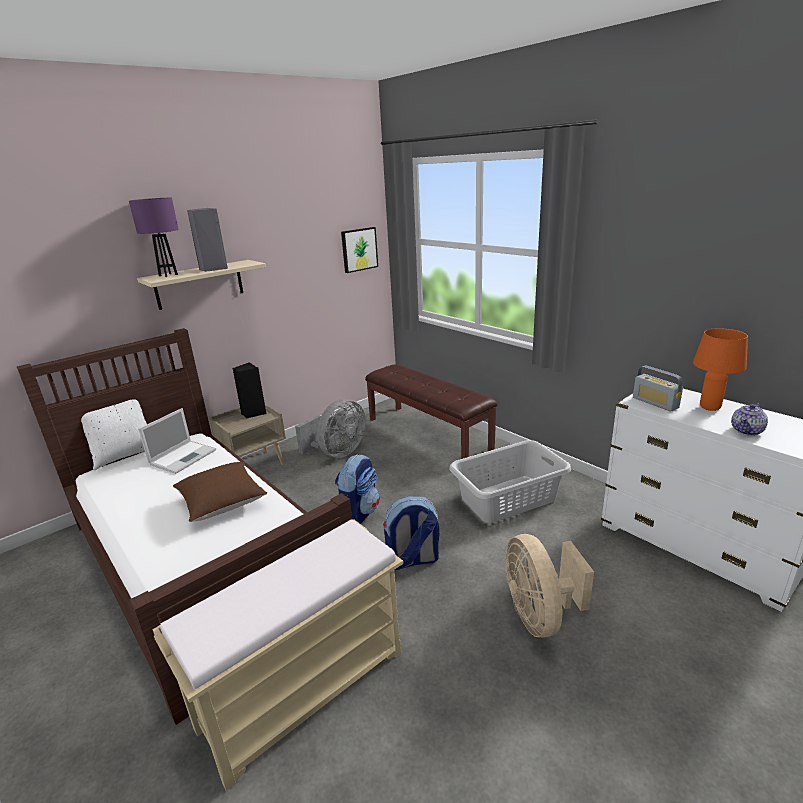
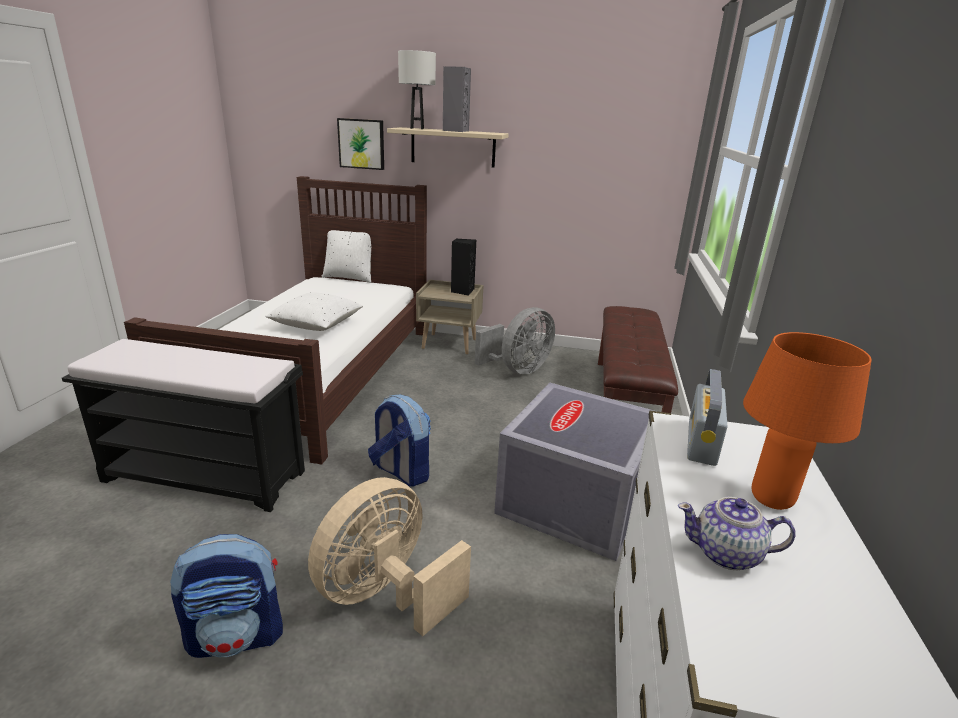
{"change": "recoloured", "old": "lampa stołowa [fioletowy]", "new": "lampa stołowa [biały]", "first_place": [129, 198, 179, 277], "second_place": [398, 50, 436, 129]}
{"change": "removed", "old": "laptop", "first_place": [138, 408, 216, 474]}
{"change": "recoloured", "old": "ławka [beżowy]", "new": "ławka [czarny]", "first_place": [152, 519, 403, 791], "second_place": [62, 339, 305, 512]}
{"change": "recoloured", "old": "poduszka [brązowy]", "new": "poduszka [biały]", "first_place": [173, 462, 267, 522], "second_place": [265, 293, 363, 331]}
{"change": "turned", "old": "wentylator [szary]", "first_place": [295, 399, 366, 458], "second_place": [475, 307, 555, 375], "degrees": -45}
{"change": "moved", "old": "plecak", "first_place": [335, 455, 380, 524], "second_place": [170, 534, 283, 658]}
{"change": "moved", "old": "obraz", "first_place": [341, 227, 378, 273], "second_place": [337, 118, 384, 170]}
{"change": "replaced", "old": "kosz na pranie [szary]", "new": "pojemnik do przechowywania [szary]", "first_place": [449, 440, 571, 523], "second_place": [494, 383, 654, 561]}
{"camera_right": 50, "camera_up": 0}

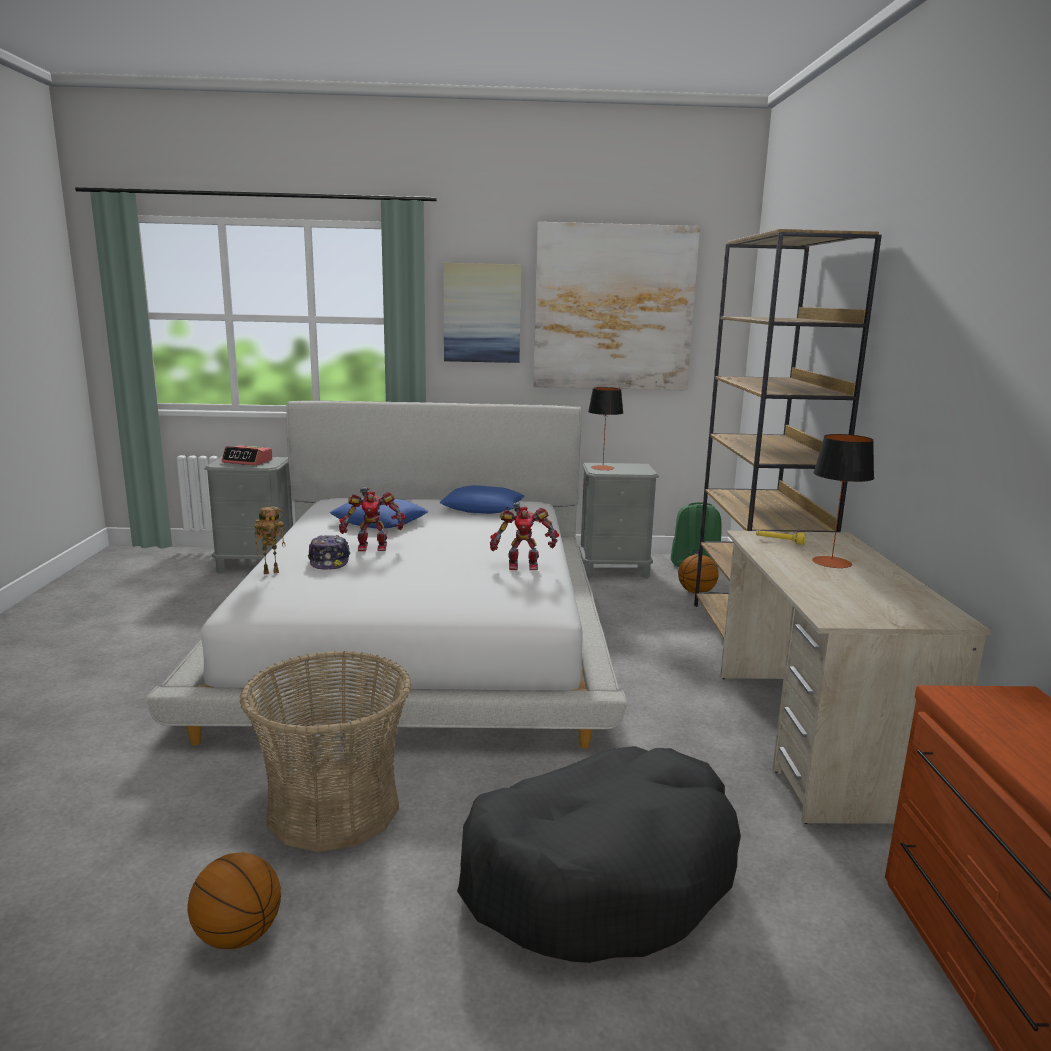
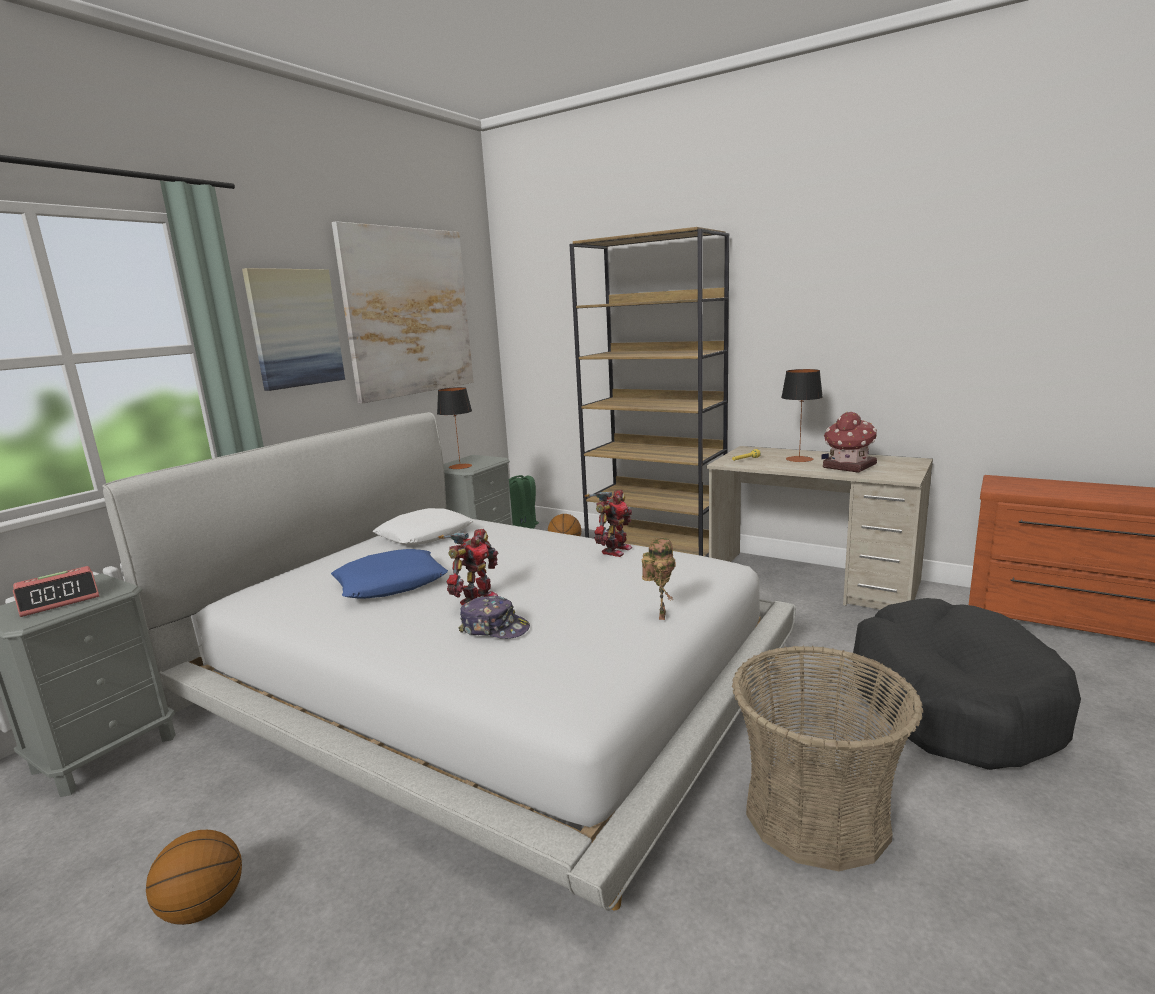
{"change": "moved", "old": "piłka do koszykówki", "first_place": [188, 852, 281, 949], "second_place": [146, 830, 242, 925]}
{"change": "moved", "old": "robot zabawkowy", "first_place": [254, 506, 285, 574], "second_place": [642, 538, 676, 620]}
{"change": "recoloured", "old": "poduszka [niebieski]", "new": "poduszka [biały]", "first_place": [440, 485, 525, 514], "second_place": [372, 508, 474, 545]}
{"change": "added", "new": "domek", "second_place": [821, 412, 877, 473]}
{"camera_right": -55, "camera_up": 0}

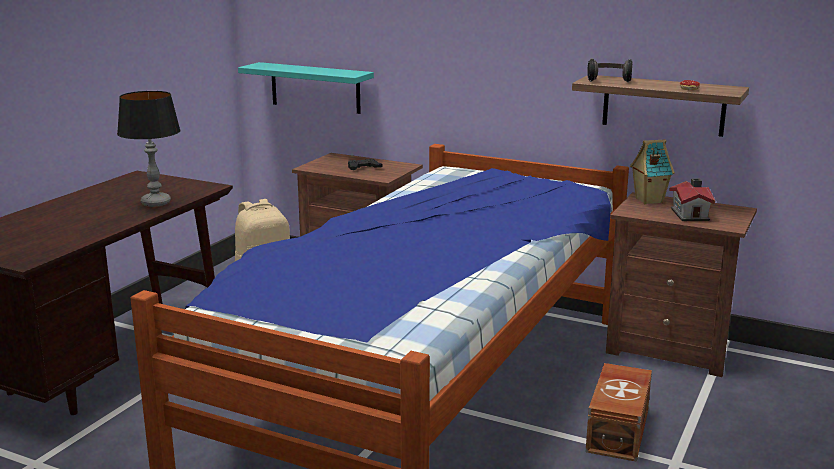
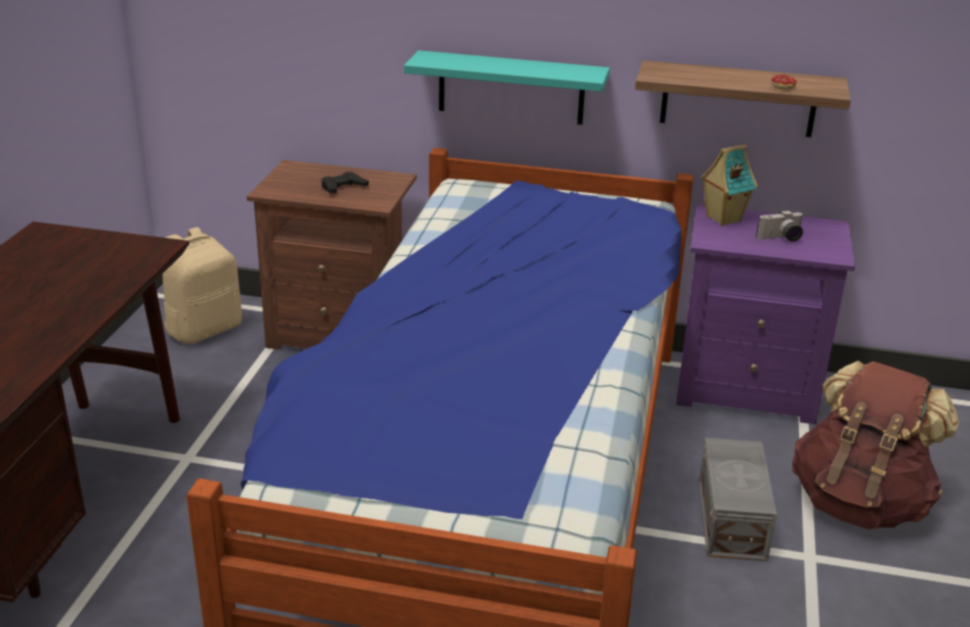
{"change": "removed", "old": "lampa stołowa", "first_place": [117, 91, 181, 207]}
{"change": "moved", "old": "półka [turkusowy]", "first_place": [238, 62, 374, 114], "second_place": [404, 50, 610, 125]}
{"change": "recoloured", "old": "pojemnik do przechowywania [brązowy]", "new": "pojemnik do przechowywania [szary]", "first_place": [586, 363, 652, 462], "second_place": [699, 438, 777, 562]}
{"change": "removed", "old": "słuchawki", "first_place": [587, 58, 632, 83]}
{"change": "recoloured", "old": "szafka nocna [brązowy]", "new": "szafka nocna [fioletowy]", "first_place": [606, 192, 757, 377], "second_place": [676, 205, 855, 424]}
{"change": "replaced", "old": "domek", "new": "aparat fotograficzny", "first_place": [669, 179, 715, 221], "second_place": [756, 210, 804, 242]}
{"change": "added", "new": "plecak [brązowy]", "second_place": [792, 361, 959, 530]}
{"camera_right": -15, "camera_up": 10}

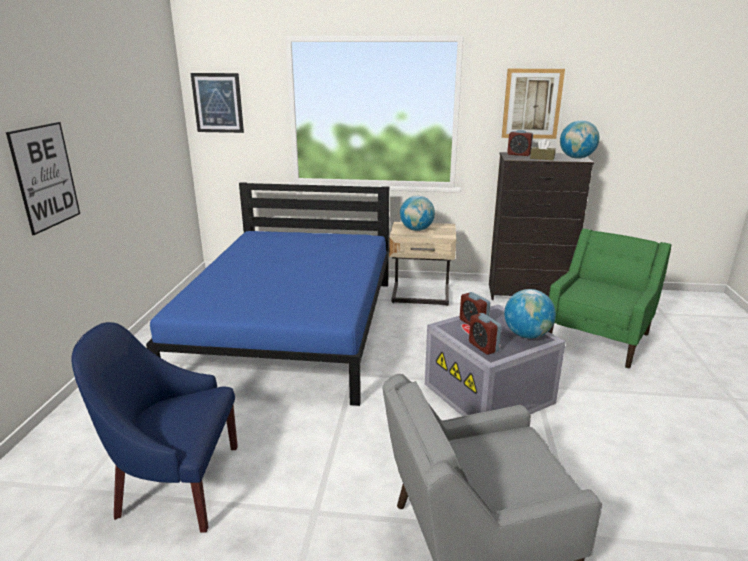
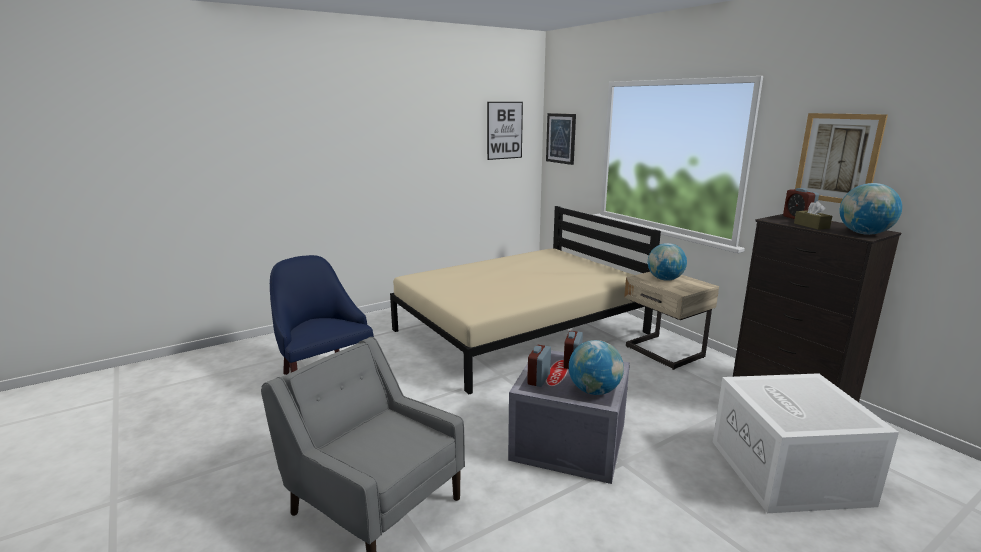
{"change": "moved", "old": "obraz", "first_place": [6, 122, 80, 235], "second_place": [487, 102, 523, 160]}
{"change": "recoloured", "old": "łóżko [niebieski]", "new": "łóżko [beżowy]", "first_place": [146, 182, 389, 406], "second_place": [390, 206, 661, 394]}
{"change": "replaced", "old": "fotel [zielony]", "new": "pojemnik do przechowywania [biały]", "first_place": [548, 228, 671, 368], "second_place": [713, 373, 899, 513]}
{"camera_right": 50, "camera_up": -5}

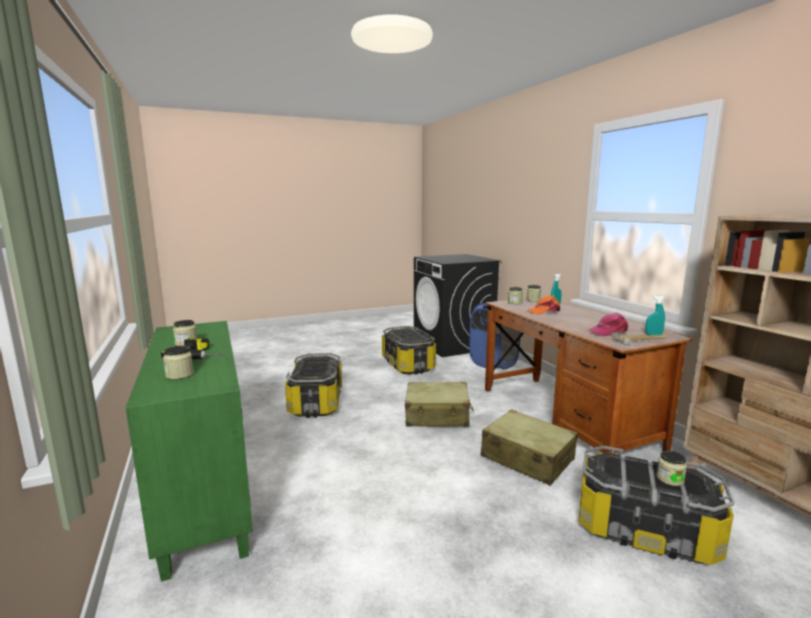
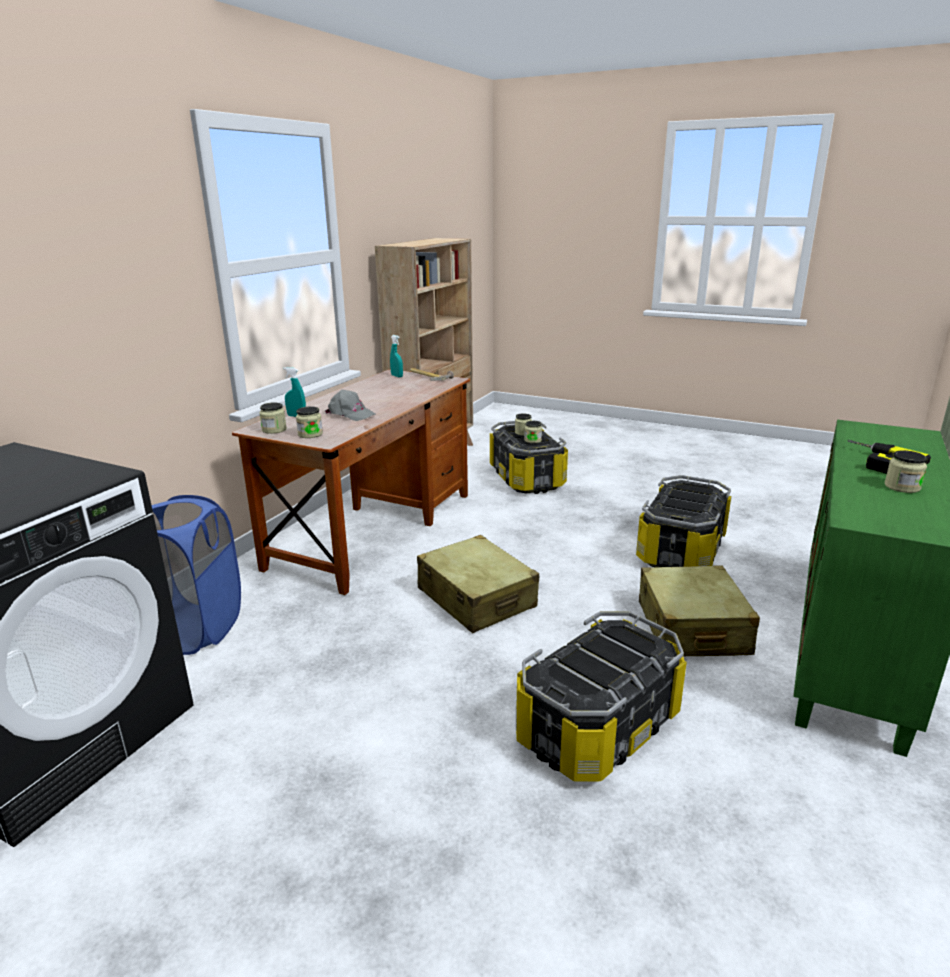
{"change": "moved", "old": "słoik", "first_place": [163, 346, 194, 379], "second_place": [524, 421, 542, 443]}
{"change": "moved", "old": "pojemnik do przechowywania", "first_place": [382, 326, 436, 375], "second_place": [636, 475, 731, 567]}
{"change": "moved", "old": "walizka [beżowy]", "first_place": [481, 409, 578, 486], "second_place": [639, 565, 760, 656]}
{"change": "recoloured", "old": "czapka z daszkiem [pomarańczowy]", "new": "czapka z daszkiem [szary]", "first_place": [527, 295, 560, 315], "second_place": [325, 390, 375, 421]}
{"change": "removed", "old": "czapka z daszkiem [różowy]", "first_place": [587, 313, 628, 336]}
{"camera_right": -130, "camera_up": 10}

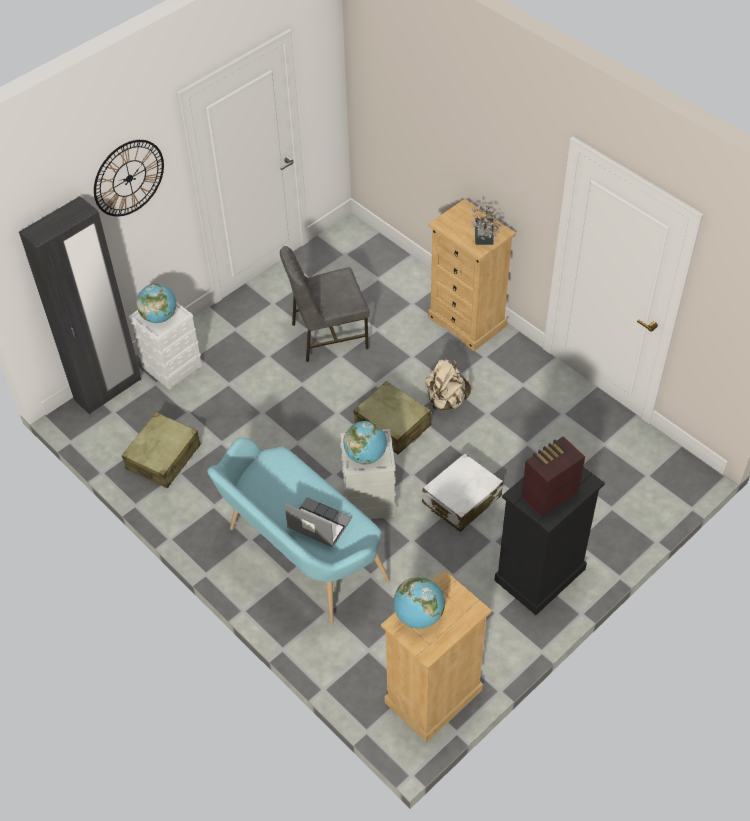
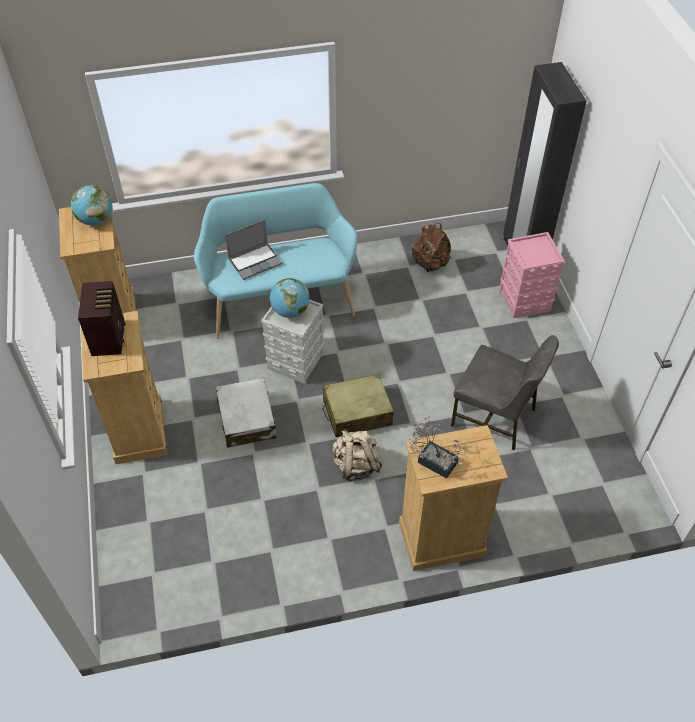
{"change": "removed", "old": "zegar ścienny", "first_place": [94, 140, 164, 217]}
{"change": "replaced", "old": "walizka [beżowy]", "new": "plecak [brązowy]", "first_place": [122, 412, 201, 488], "second_place": [412, 223, 451, 273]}
{"change": "recoloured", "old": "pojemnik do przechowywania [biały]", "new": "pojemnik do przechowywania [różowy]", "first_place": [128, 302, 202, 390], "second_place": [499, 232, 565, 319]}
{"change": "removed", "old": "globus", "first_place": [136, 283, 176, 323]}
{"change": "turned", "old": "krzesło [szary]", "first_place": [280, 246, 370, 362], "second_place": [451, 335, 559, 451], "degrees": 105}
{"change": "recoloured", "old": "komoda [czarny]", "new": "komoda [beżowy]", "first_place": [494, 467, 605, 615], "second_place": [81, 311, 168, 464]}
{"camera_right": 120, "camera_up": 0}

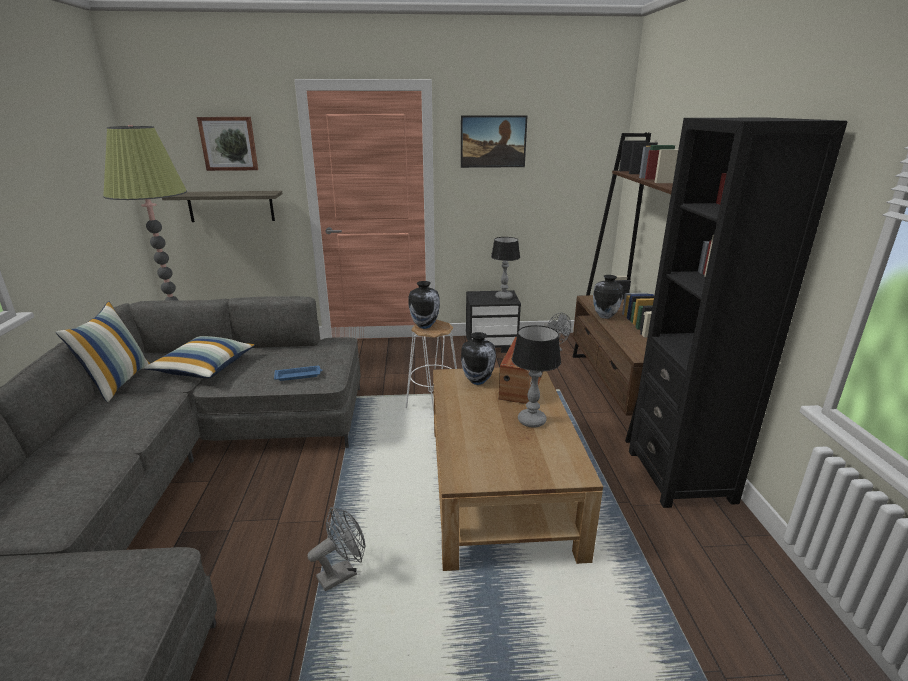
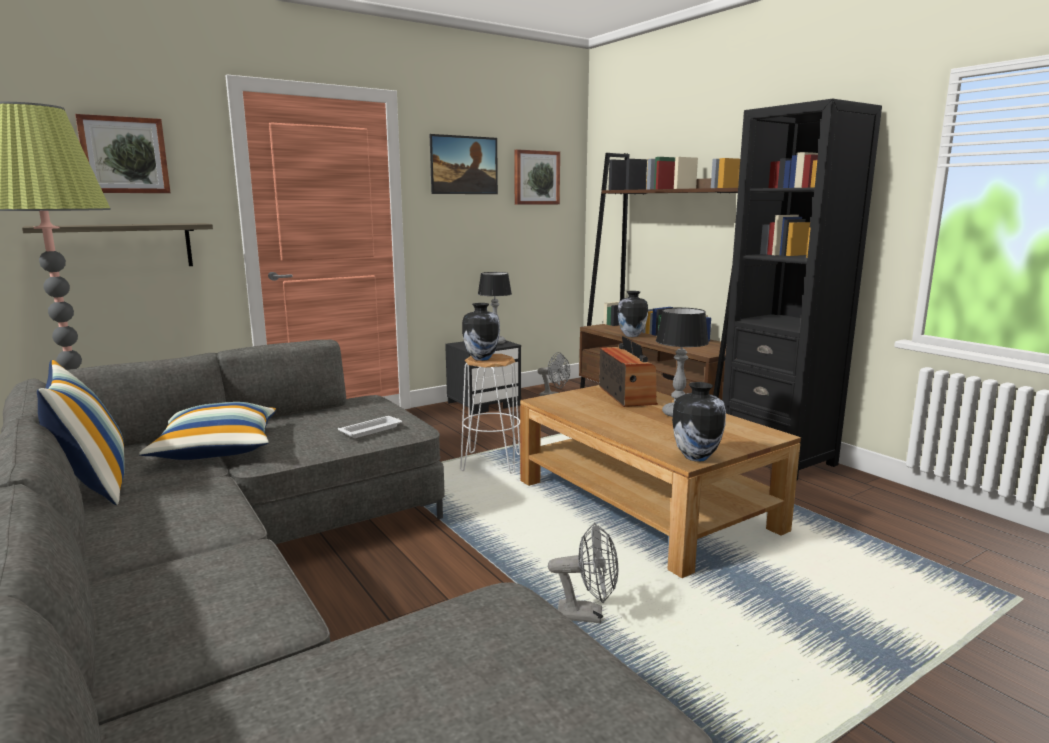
{"change": "recoloured", "old": "taca [niebieski]", "new": "taca [biały]", "first_place": [274, 366, 322, 381], "second_place": [338, 416, 402, 438]}
{"change": "turned", "old": "wentylator [szary]", "first_place": [307, 507, 366, 591], "second_place": [548, 523, 618, 623], "degrees": 75}
{"change": "moved", "old": "wazon", "first_place": [461, 332, 496, 385], "second_place": [672, 382, 726, 462]}
{"change": "added", "new": "obraz", "second_place": [514, 149, 560, 205]}
{"camera_right": -30, "camera_up": -10}

